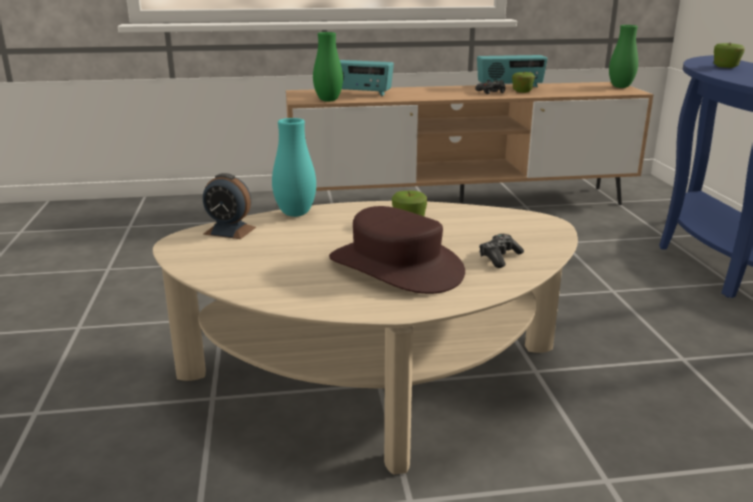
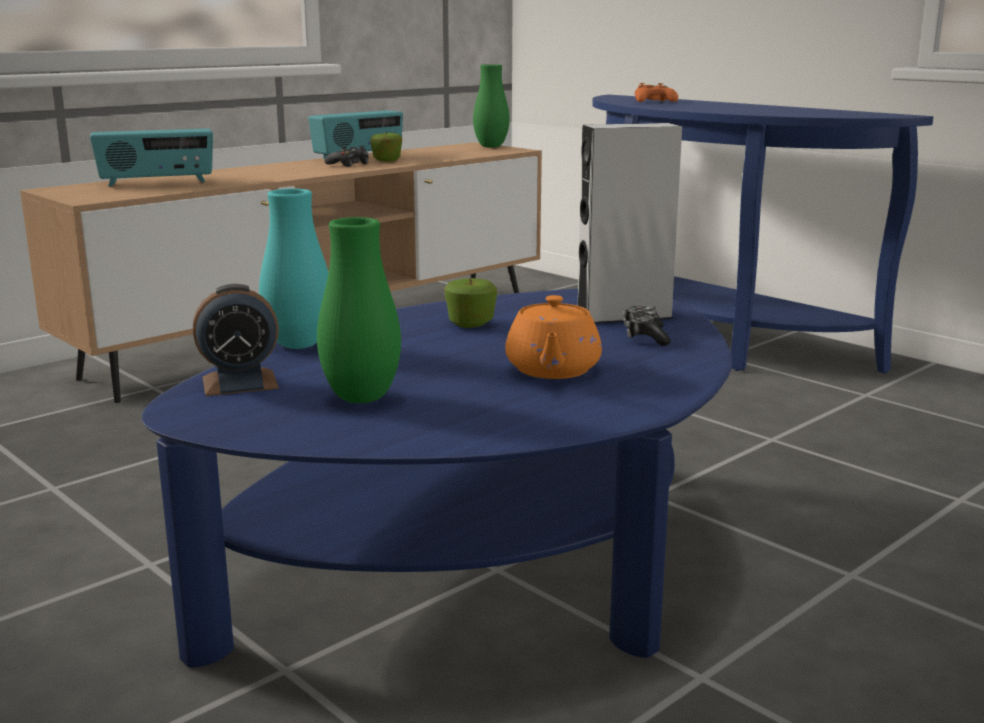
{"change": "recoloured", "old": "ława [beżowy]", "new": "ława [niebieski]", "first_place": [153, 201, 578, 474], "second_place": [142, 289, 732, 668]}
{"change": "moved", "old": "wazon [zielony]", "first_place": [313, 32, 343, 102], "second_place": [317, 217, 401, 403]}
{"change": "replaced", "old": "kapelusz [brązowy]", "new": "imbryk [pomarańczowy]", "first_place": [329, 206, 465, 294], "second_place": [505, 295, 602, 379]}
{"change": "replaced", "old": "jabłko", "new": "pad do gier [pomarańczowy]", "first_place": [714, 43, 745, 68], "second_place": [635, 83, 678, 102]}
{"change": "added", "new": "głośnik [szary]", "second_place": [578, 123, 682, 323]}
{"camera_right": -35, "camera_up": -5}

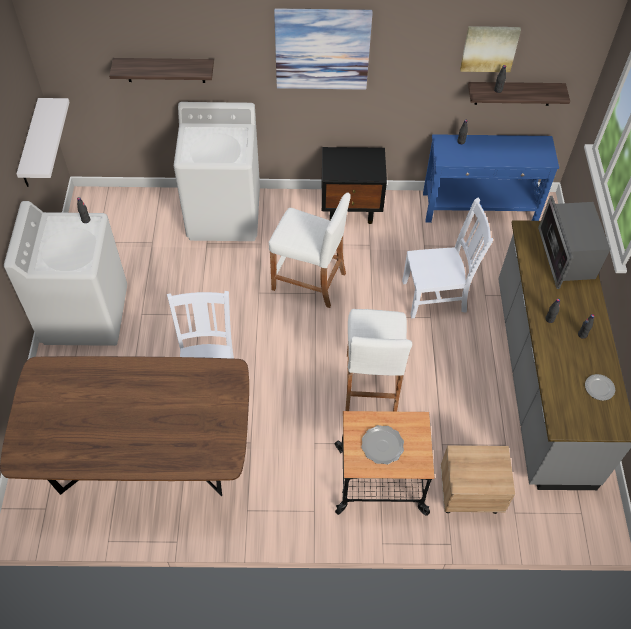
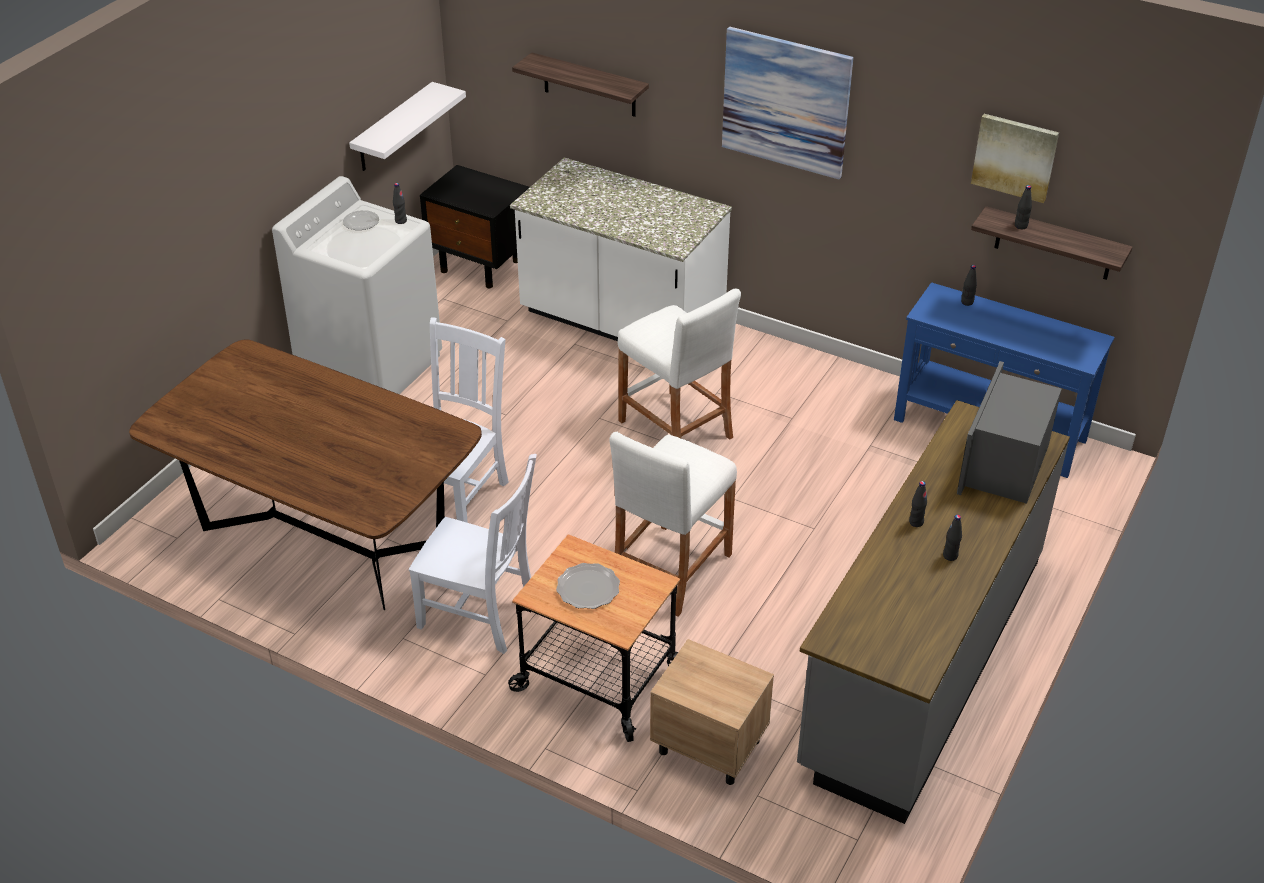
{"change": "replaced", "old": "pralka [biały]", "new": "zabudowa kuchenna [biały]", "first_place": [174, 102, 260, 241], "second_place": [510, 158, 732, 341]}
{"change": "moved", "old": "szafka nocna [czarny]", "first_place": [322, 147, 387, 224], "second_place": [420, 165, 530, 288]}
{"change": "moved", "old": "krzesło [biały]", "first_place": [402, 198, 493, 318], "second_place": [409, 454, 537, 654]}
{"change": "moved", "old": "talerz", "first_place": [585, 374, 615, 401], "second_place": [343, 210, 379, 230]}
{"camera_right": 30, "camera_up": -15}

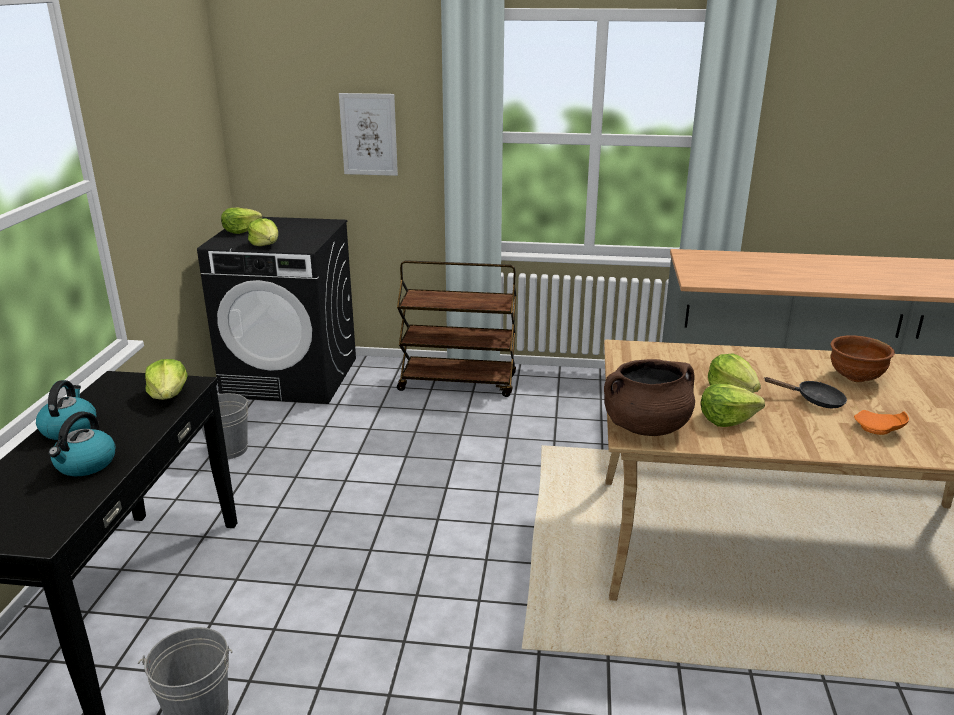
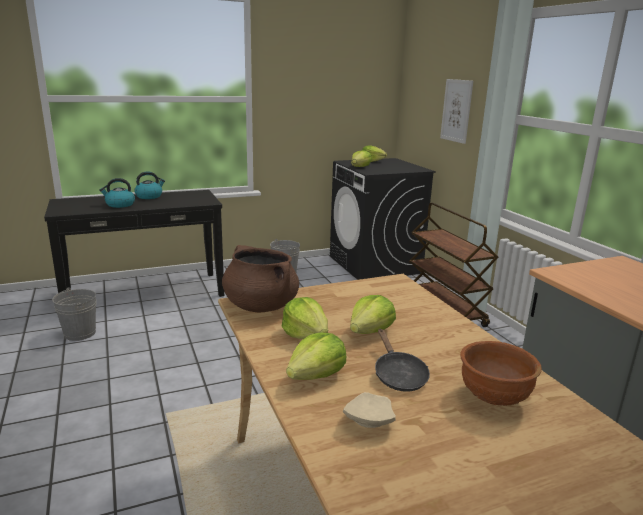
{"change": "moved", "old": "sałata", "first_place": [145, 359, 188, 400], "second_place": [286, 332, 346, 380]}
{"change": "recoloured", "old": "talerz [pomarańczowy]", "new": "talerz [beżowy]", "first_place": [854, 410, 909, 435], "second_place": [343, 392, 396, 428]}
{"camera_right": 60, "camera_up": -5}

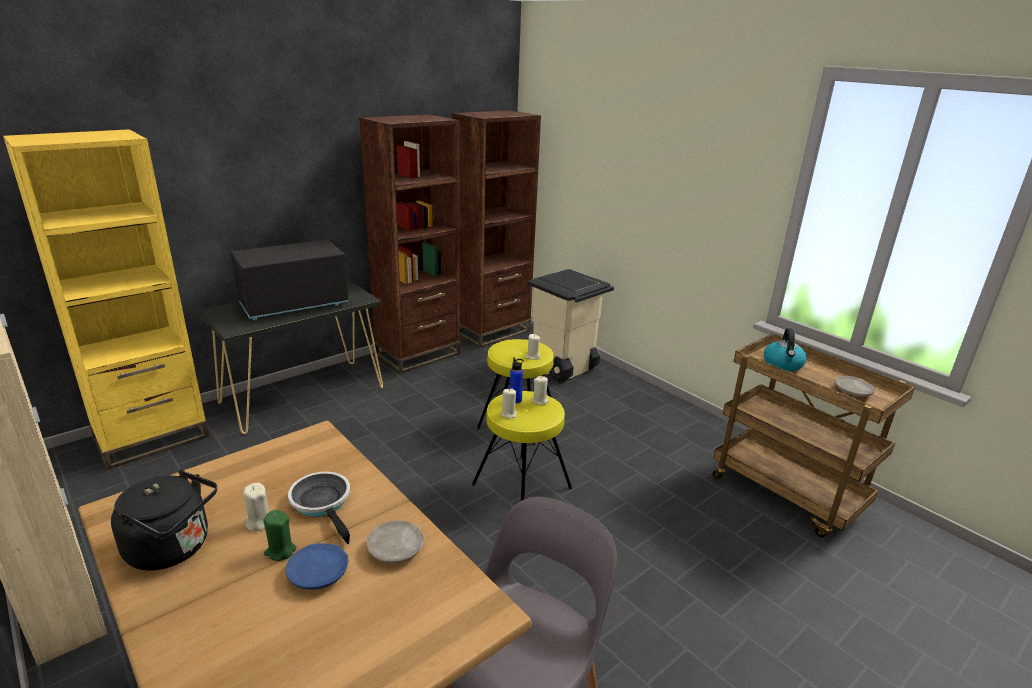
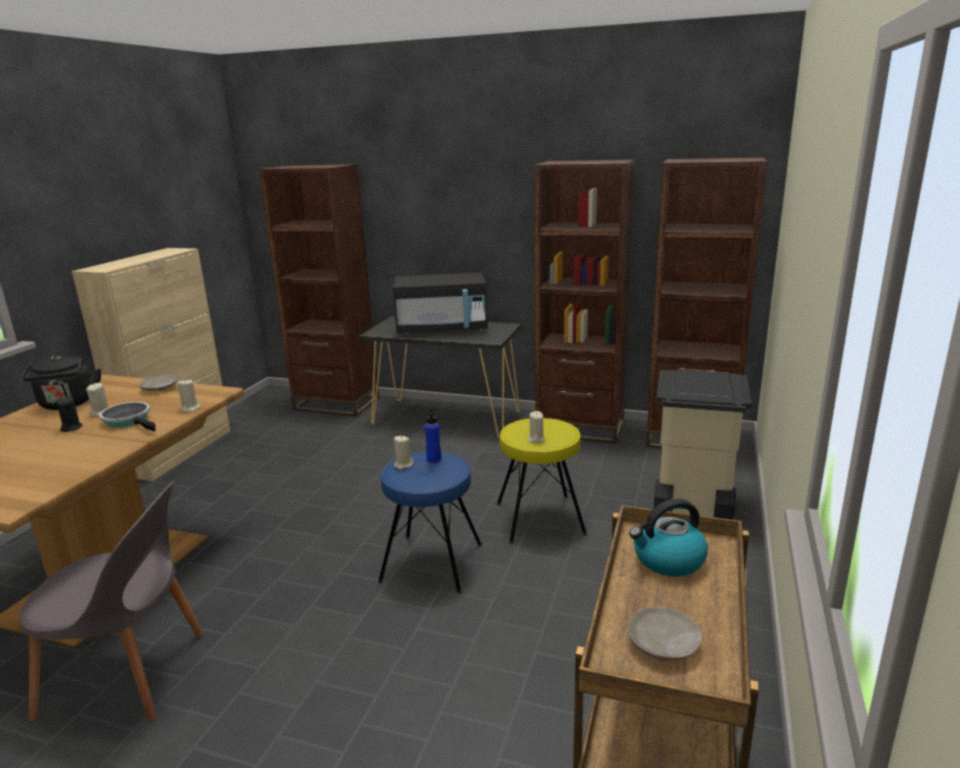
{"change": "recoloured", "old": "regał [żółty]", "new": "regał [brązowy]", "first_place": [3, 129, 209, 470], "second_place": [259, 164, 379, 417]}
{"change": "turned", "old": "mikrofalówka [czarny]", "first_place": [230, 239, 348, 321], "second_place": [393, 273, 488, 334], "degrees": 150}
{"change": "recoloured", "old": "świeca [zielony]", "new": "świeca [czarny]", "first_place": [264, 510, 297, 561], "second_place": [56, 396, 83, 432]}
{"change": "removed", "old": "talerz [niebieski]", "first_place": [286, 543, 348, 590]}
{"change": "turned", "old": "patelnia", "first_place": [288, 472, 350, 544], "second_place": [99, 402, 156, 432], "degrees": -75}
{"change": "moved", "old": "talerz [beżowy]", "first_place": [366, 520, 425, 564], "second_place": [139, 375, 177, 391]}
{"change": "recoloured", "old": "stołek [żółty]", "new": "stołek [niebieski]", "first_place": [472, 391, 572, 501], "second_place": [378, 452, 482, 594]}
{"change": "moved", "old": "świeca [beżowy]", "first_place": [531, 376, 549, 405], "second_place": [177, 380, 200, 412]}
{"camera_right": 60, "camera_up": -5}

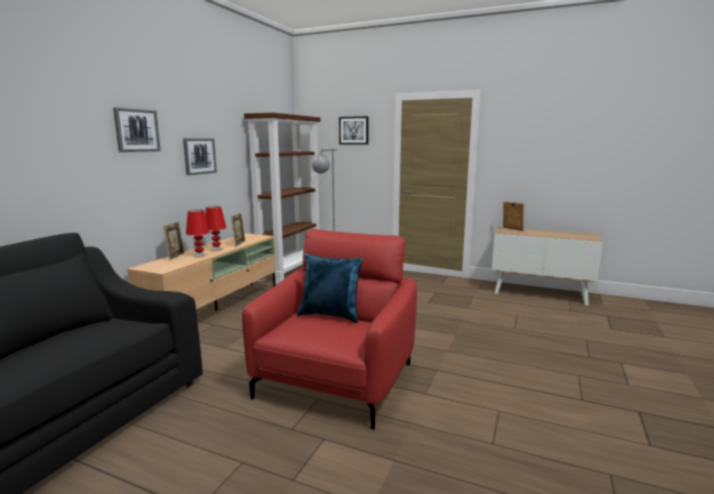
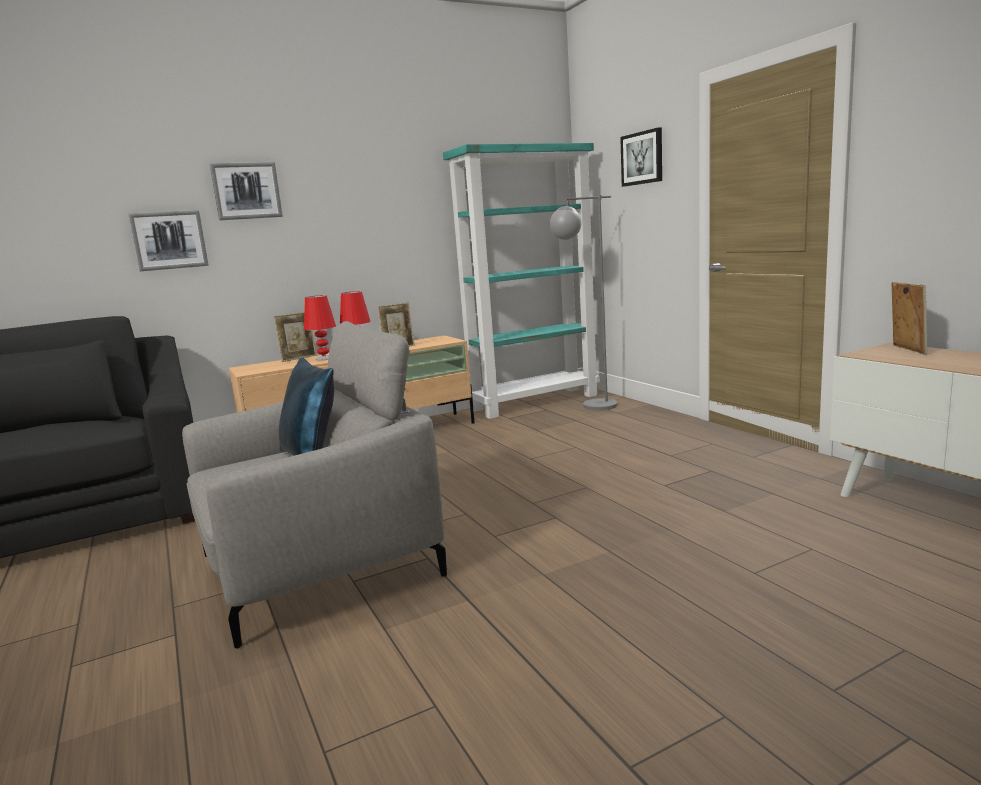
{"change": "moved", "old": "obraz", "first_place": [183, 138, 217, 175], "second_place": [129, 210, 209, 271]}
{"change": "recoloured", "old": "fotel [czerwony]", "new": "fotel [szary]", "first_place": [242, 229, 417, 430], "second_place": [182, 321, 447, 648]}
{"change": "recoloured", "old": "regał [brązowy]", "new": "regał [turkusowy]", "first_place": [244, 113, 321, 284], "second_place": [443, 143, 600, 419]}
{"camera_right": 40, "camera_up": 0}

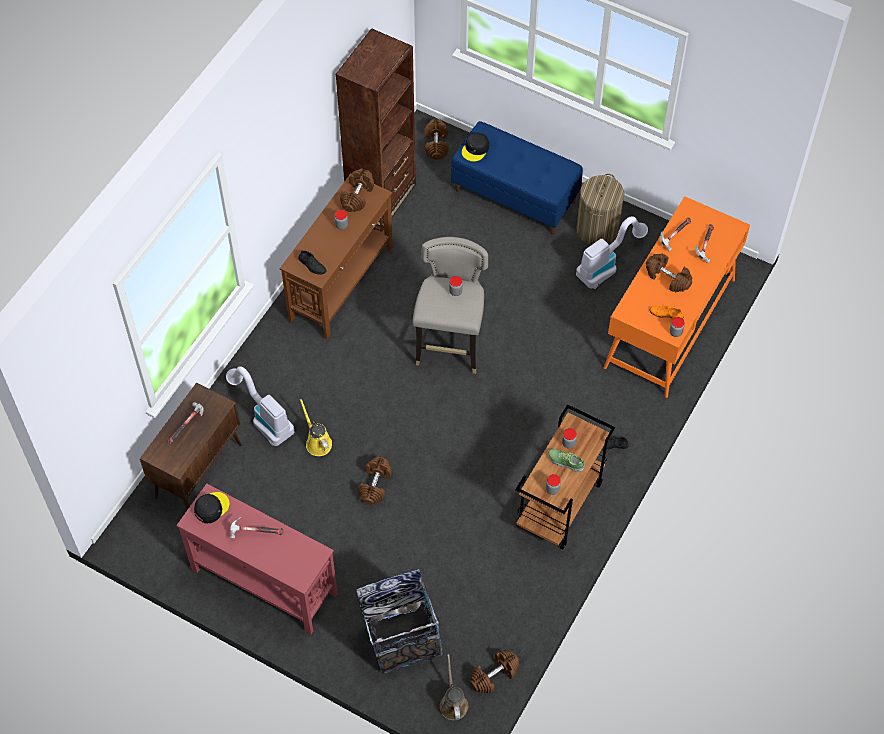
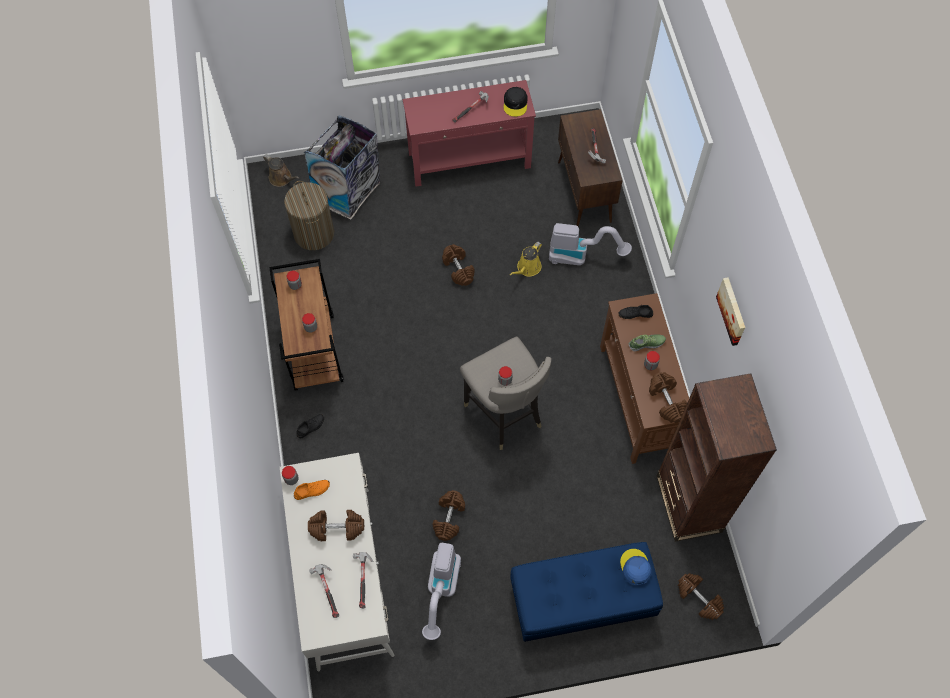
{"change": "turned", "old": "konewka [żółty]", "first_place": [300, 399, 332, 456], "second_place": [509, 241, 542, 277], "degrees": 105}
{"change": "recoloured", "old": "czapka z daszkiem [czarny]", "new": "czapka z daszkiem [niebieski]", "first_place": [462, 132, 489, 162], "second_place": [620, 549, 652, 585]}
{"change": "moved", "old": "hantel [brązowy]", "first_place": [470, 651, 519, 693], "second_place": [432, 490, 465, 541]}
{"change": "moved", "old": "but", "first_place": [548, 449, 585, 472], "second_place": [629, 335, 666, 351]}
{"change": "moved", "old": "kosz na pranie", "first_place": [577, 174, 624, 245], "second_place": [284, 181, 334, 250]}
{"change": "recoloured", "old": "biurko [pomarańczowy]", "new": "biurko [biały]", "first_place": [604, 196, 750, 398], "second_place": [280, 453, 395, 671]}
{"change": "added", "new": "obraz", "second_place": [716, 278, 746, 346]}
{"camera_right": 140, "camera_up": 5}

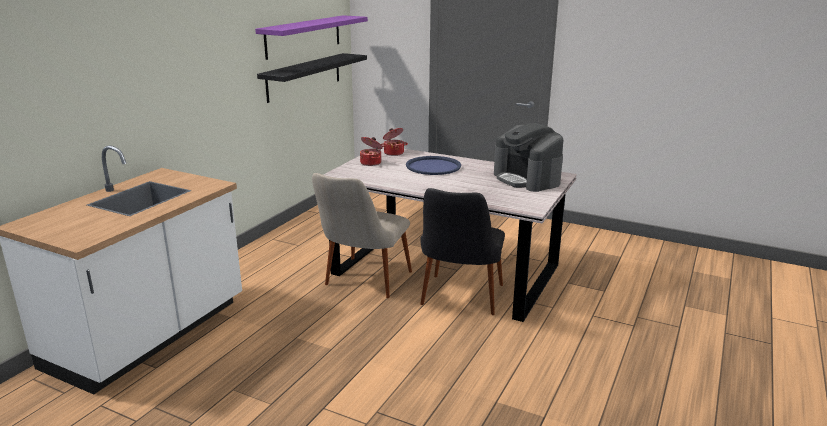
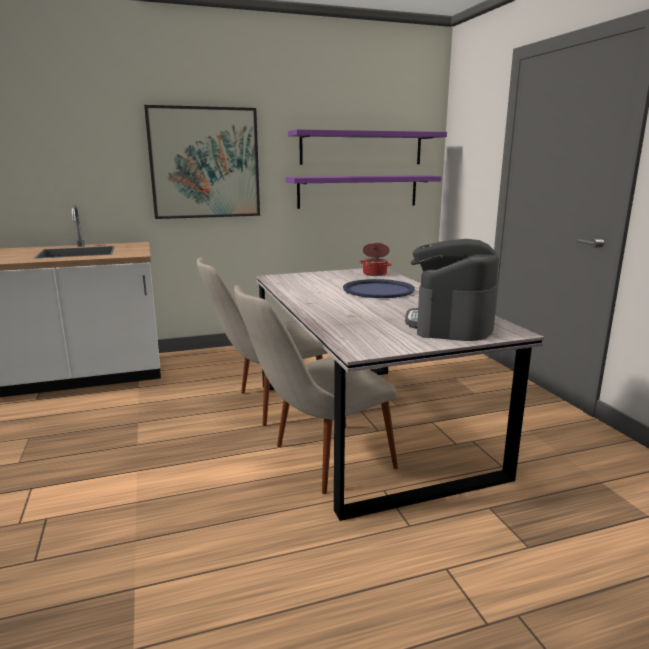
{"change": "recoloured", "old": "półka [czarny]", "new": "półka [fioletowy]", "first_place": [257, 53, 367, 103], "second_place": [286, 175, 441, 209]}
{"change": "removed", "old": "garnek", "first_place": [360, 137, 383, 166]}
{"change": "recoloured", "old": "krzesło [czarny]", "new": "krzesło [beżowy]", "first_place": [420, 188, 505, 315], "second_place": [234, 285, 398, 494]}
{"change": "added", "new": "obraz", "second_place": [144, 105, 260, 219]}
{"camera_right": 45, "camera_up": -5}

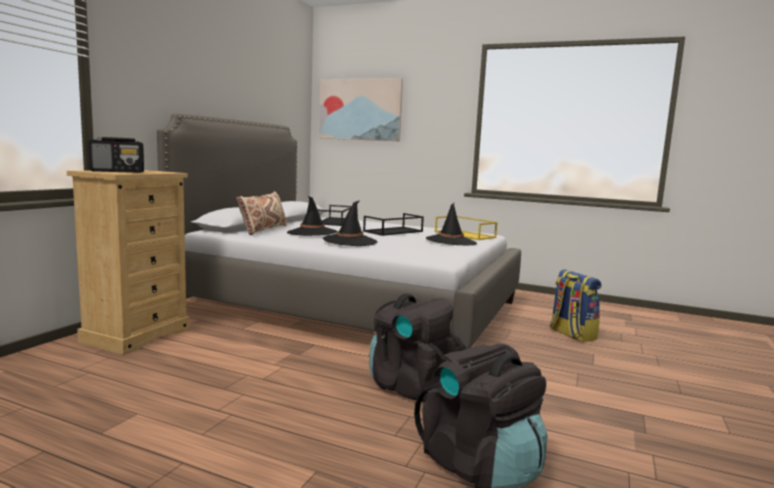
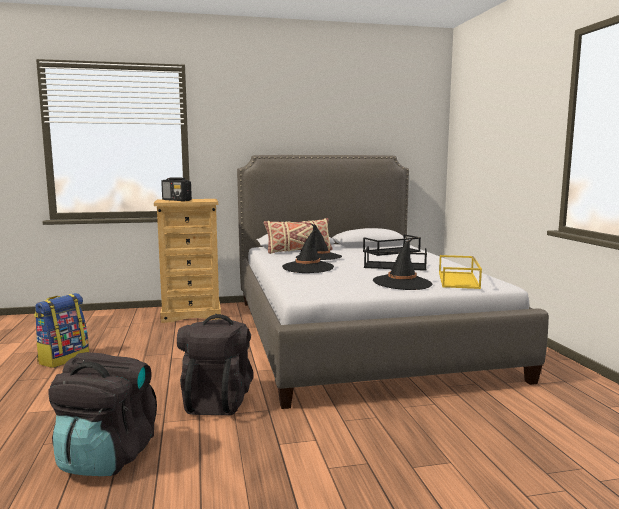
{"change": "removed", "old": "obraz", "first_place": [319, 78, 403, 141]}
{"change": "moved", "old": "plecak", "first_place": [550, 270, 601, 342], "second_place": [34, 293, 89, 368]}
{"camera_right": 55, "camera_up": 0}

